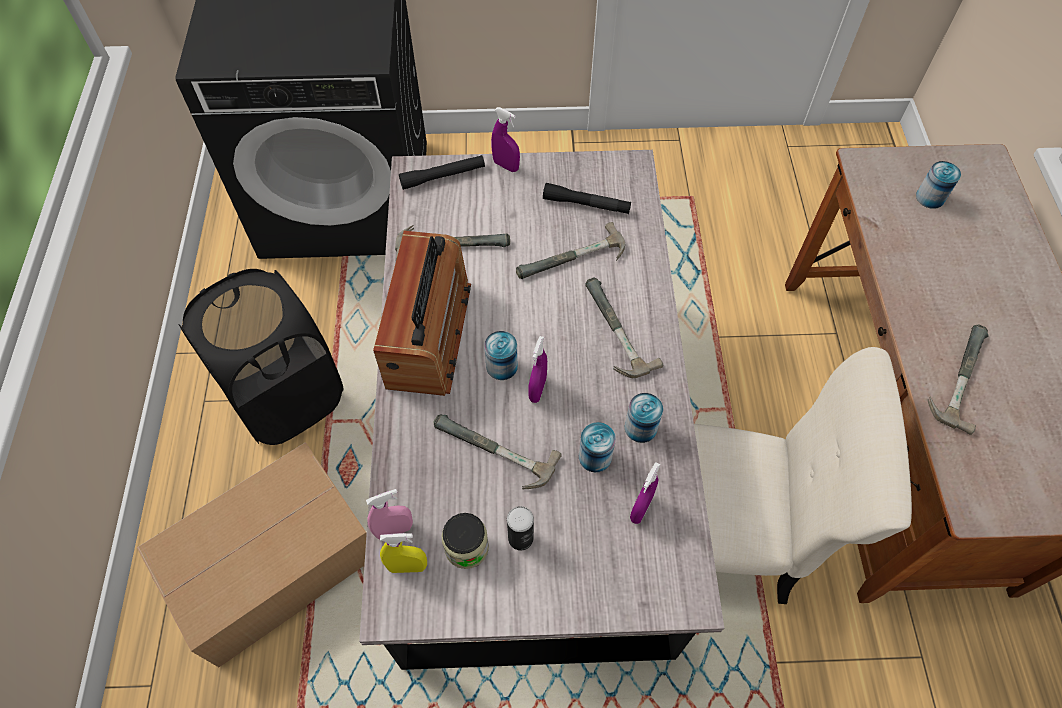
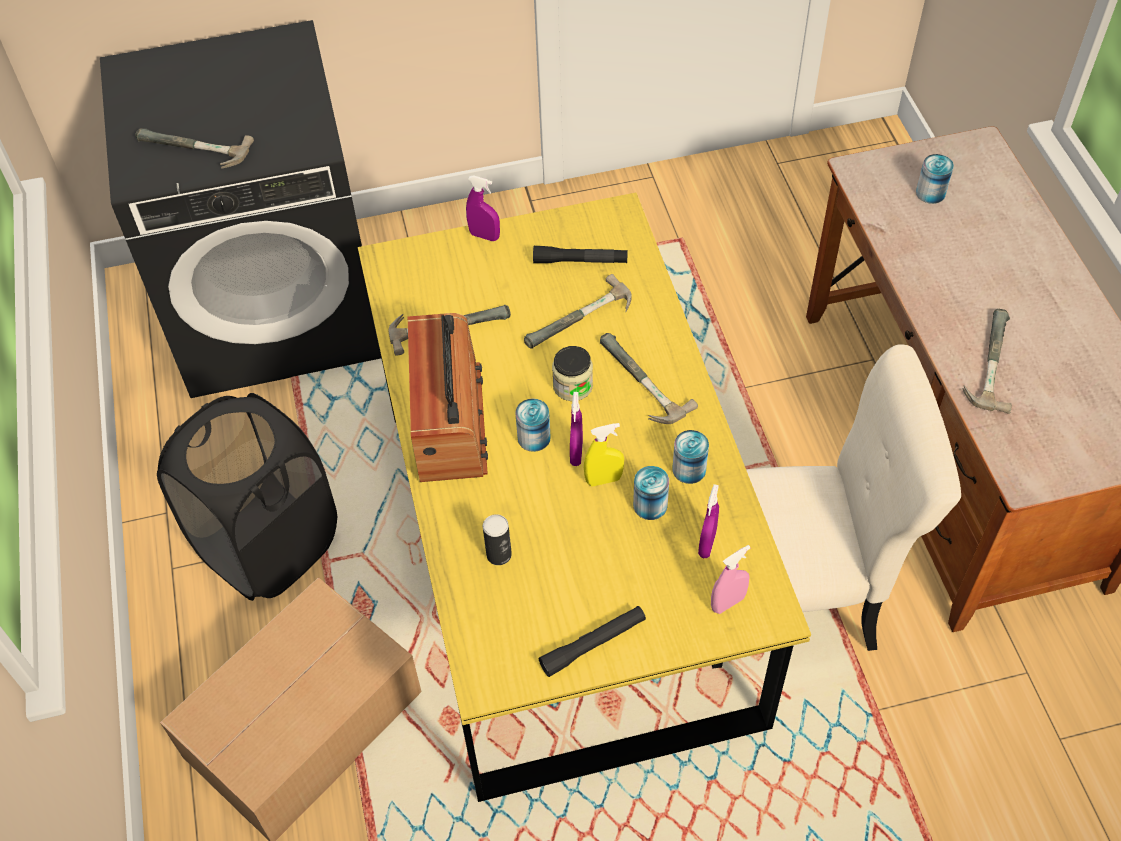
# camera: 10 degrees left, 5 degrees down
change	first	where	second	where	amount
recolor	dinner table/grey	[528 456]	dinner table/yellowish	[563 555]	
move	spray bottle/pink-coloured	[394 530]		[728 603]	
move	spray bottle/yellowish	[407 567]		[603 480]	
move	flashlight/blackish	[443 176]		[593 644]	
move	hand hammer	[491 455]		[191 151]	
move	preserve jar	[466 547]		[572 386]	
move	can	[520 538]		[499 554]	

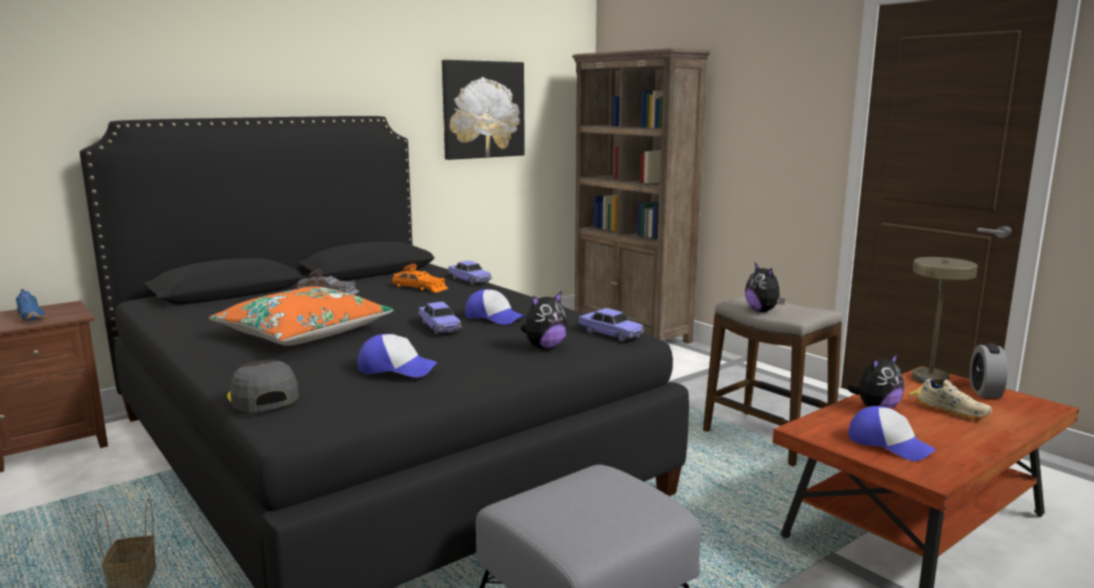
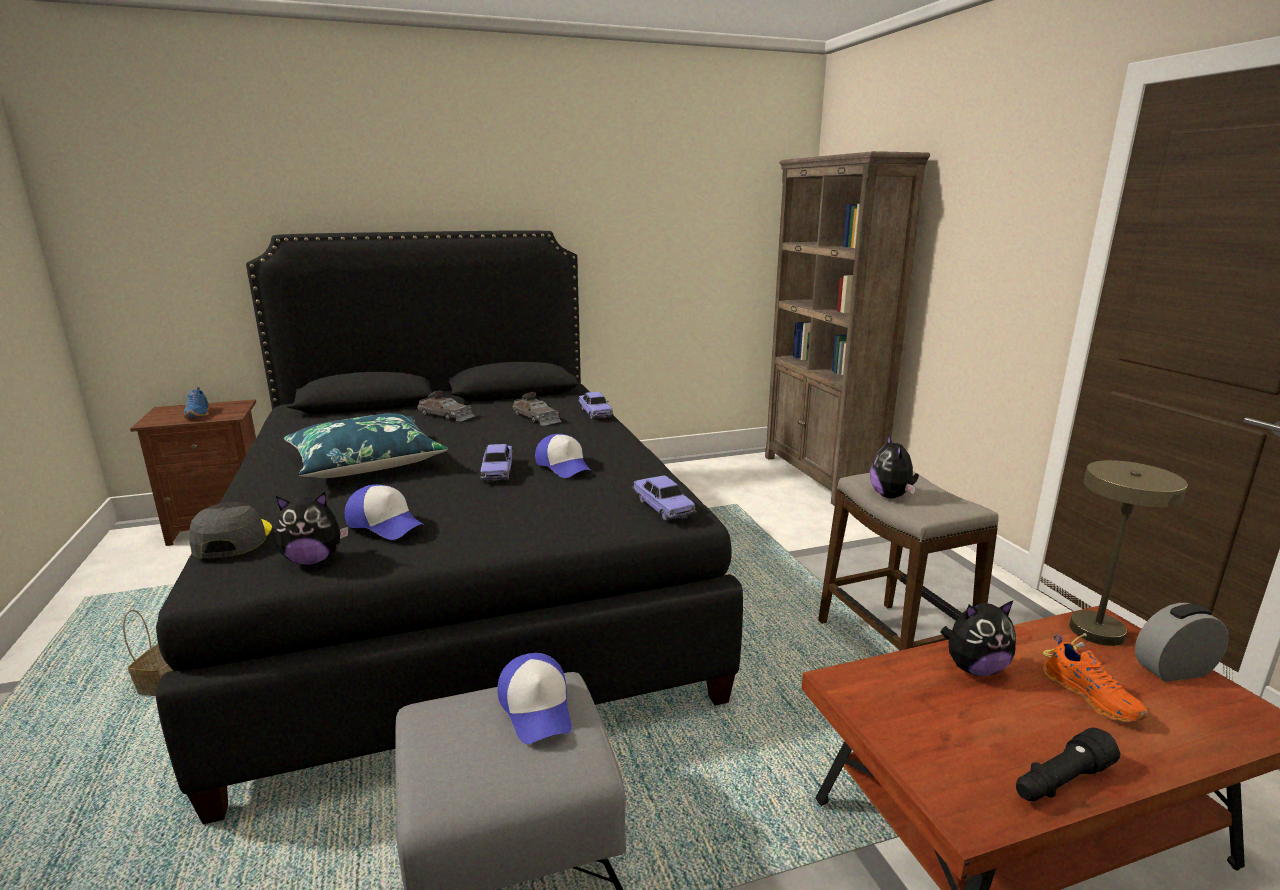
# camera: 20 degrees right, 5 degrees up
change	first	where	second	where	amount
recolor	pillow/orangey	[303 333]	pillow/blue-coloured	[366 462]	
recolor	miniature car/orangey	[419 288]	miniature car/grey	[536 418]	
delete	picture	[483 109]			
move	soft toy	[545 347]		[314 560]	
move	peaked cap	[889 444]		[537 708]	
recolor	item of footwear/beige-coloured	[952 411]	item of footwear/orangey	[1092 697]	
rotate	table clock	[985 391]		[1173 670]	45 degrees clockwise
insert			flashlight/blackish	[1060 782]	

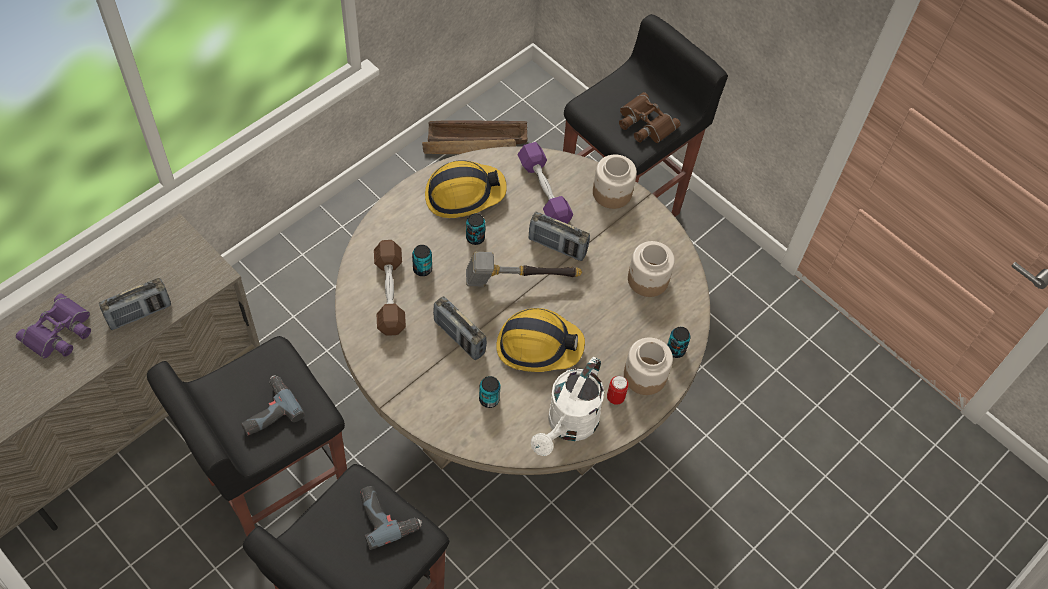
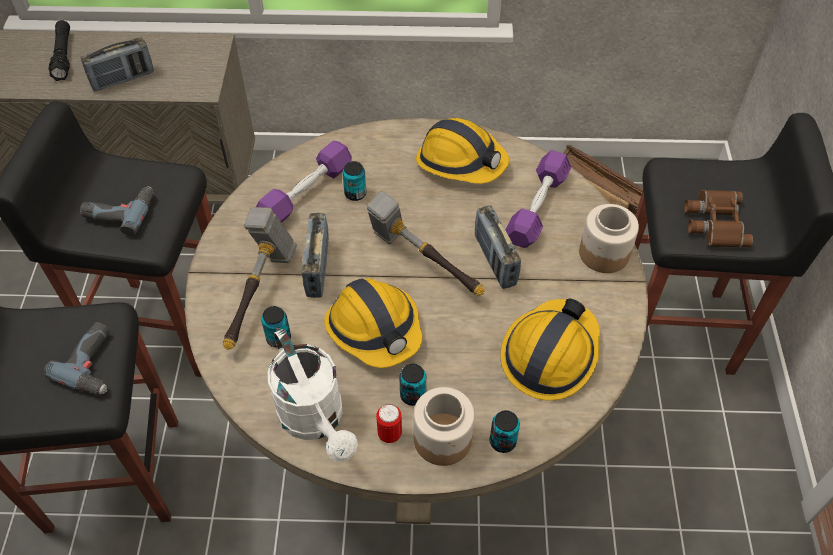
# camera: 50 degrees right, 5 degrees down
change	first	where	second	where	amount
replace	pair of binoculars/purplish	[60 332]	flashlight/blackish	[63 56]	
rotate	radio set	[139 314]		[123 79]	45 degrees counterclockwise
recolor	hand weight/brownish	[390 294]	hand weight/purplish	[306 193]	
move	can	[475 238]		[413 395]	
rotate	watering pot/whitish	[568 426]		[316 420]	105 degrees counterclockwise
replace	preserve jar	[647 280]	work helmet	[550 354]	
insert			hand hammer	[259 295]	

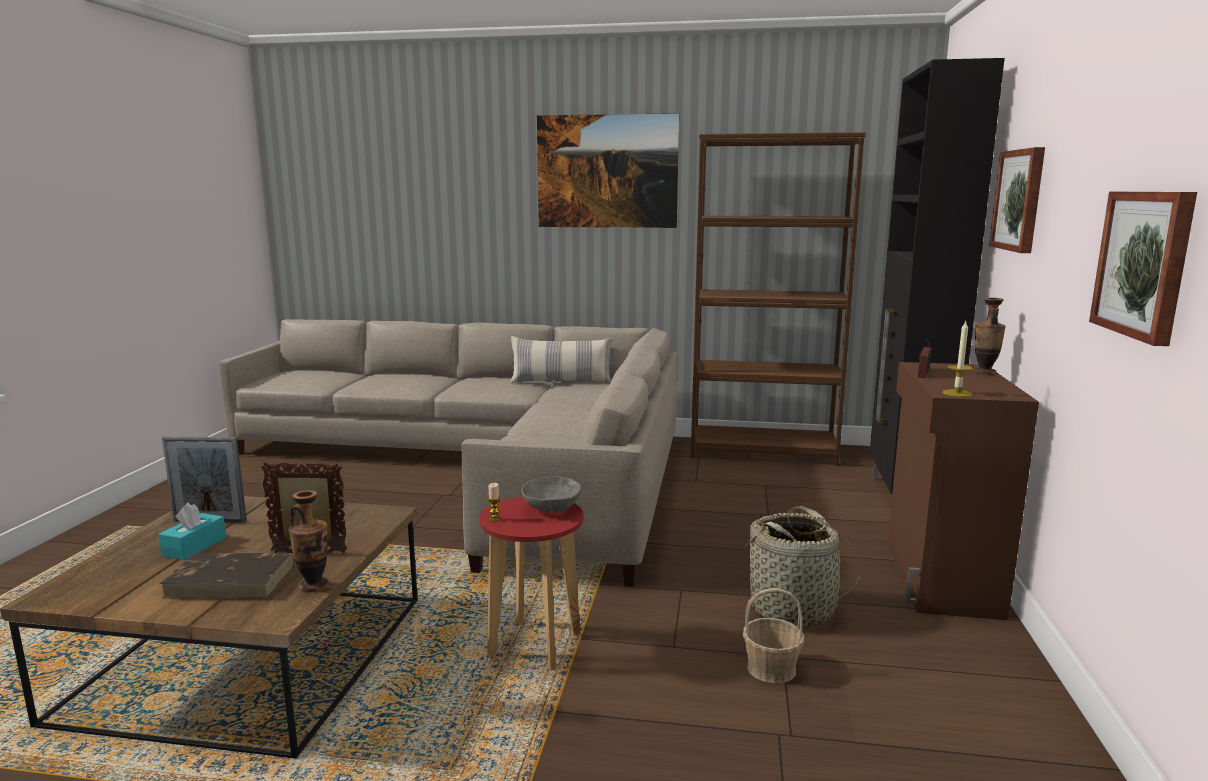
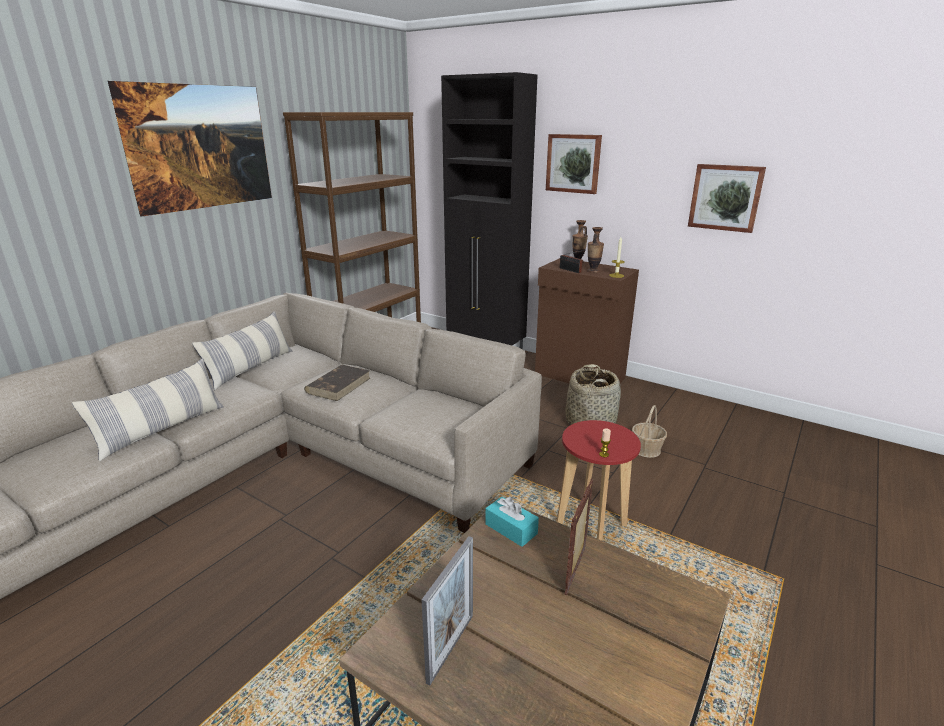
# camera: 65 degrees left, 10 degrees up
change	first	where	second	where	amount
move	tissue box/turquoise	[194 546]		[511 529]	
move	volume/brownish	[232 581]		[339 385]	
move	flower vase	[313 586]		[593 271]	
delete	bowl/grey	[551 508]			
insert			pillow	[162 430]	

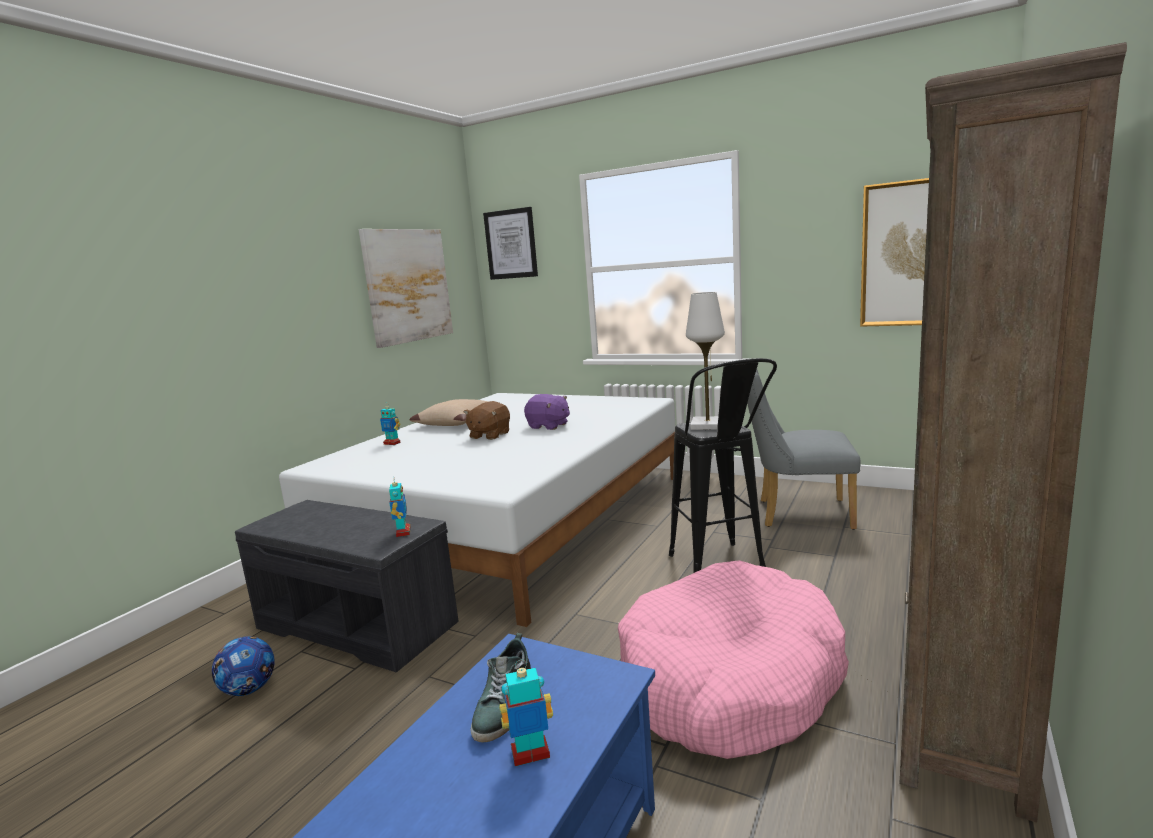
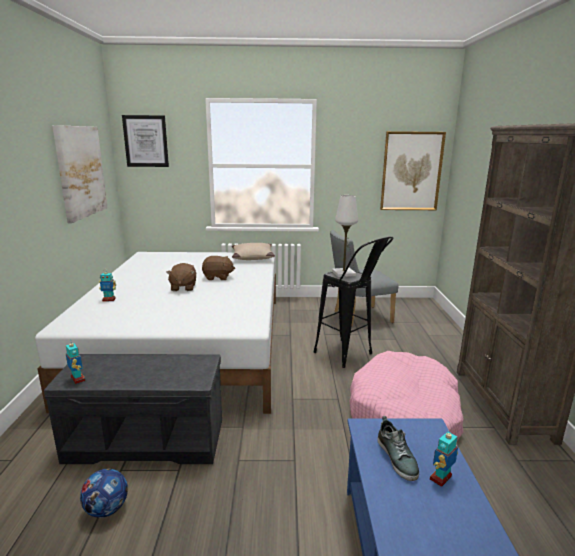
# camera: 30 degrees left, 5 degrees up
change	first	where	second	where	amount
move	model robot	[403 532]		[77 379]	
move	pillow/beige-coloured	[455 422]		[252 257]	
recolor	soft toy/purplish	[548 426]	soft toy/brownish	[218 277]	

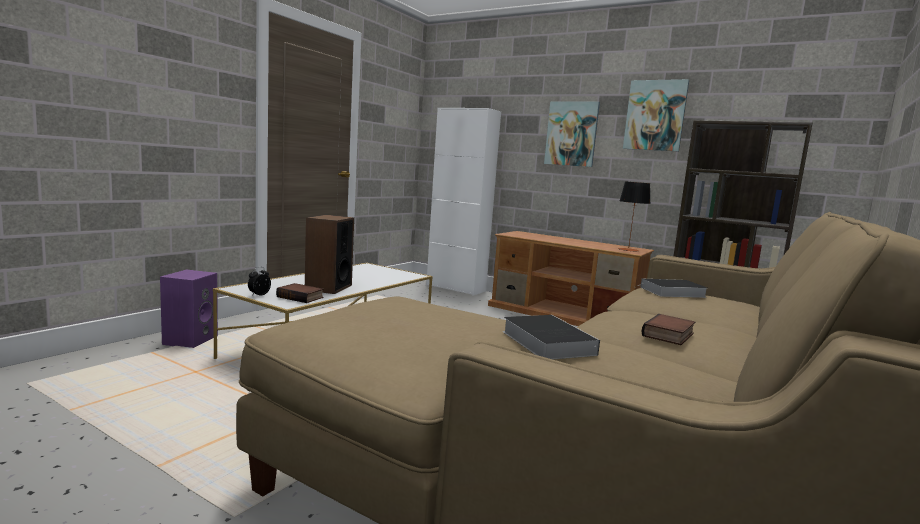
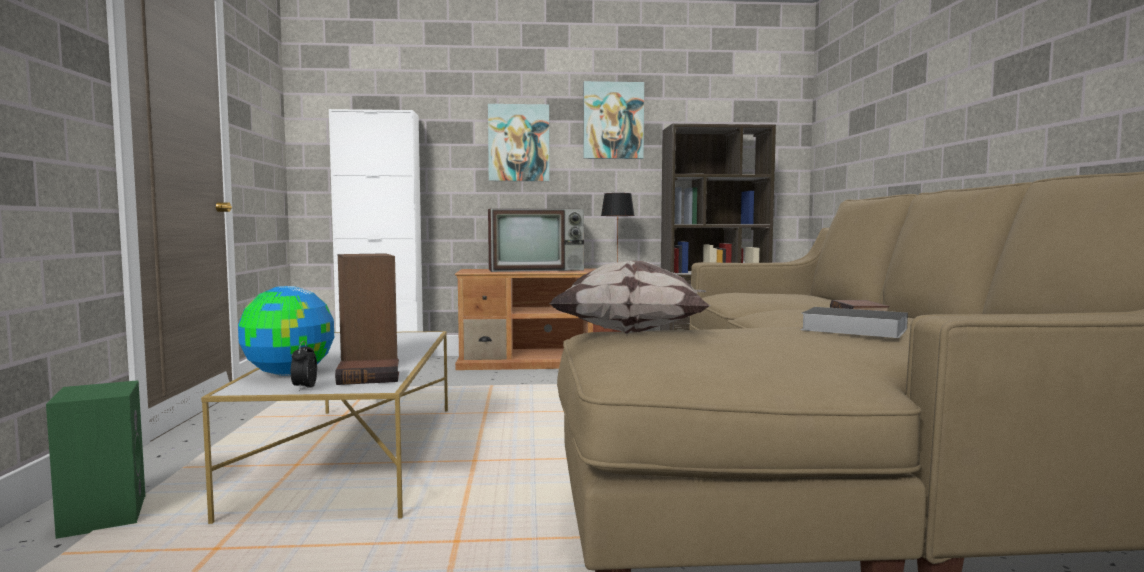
# camera: 35 degrees left, 5 degrees down
change	first	where	second	where	amount
recolor	audio speaker/purplish	[190 340]	audio speaker/greenish	[101 516]	
delete	volume	[671 292]			
insert			globe	[289 374]	
insert			TV set	[537 270]	
insert			pillow	[634 331]	

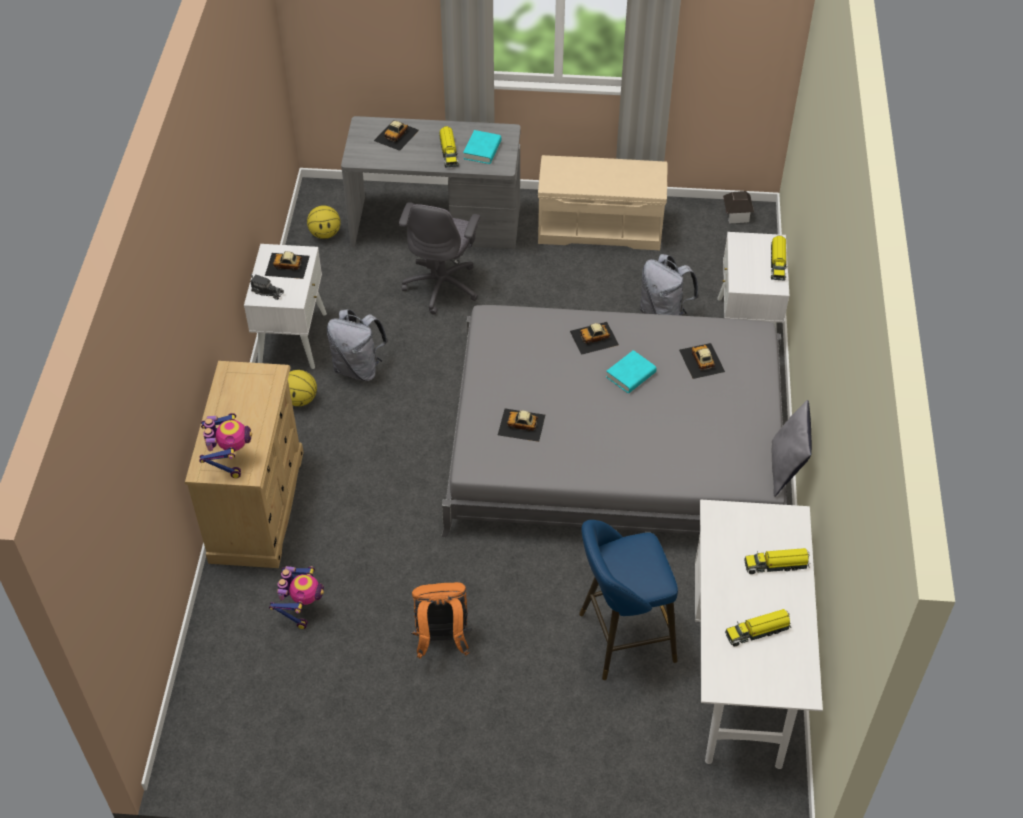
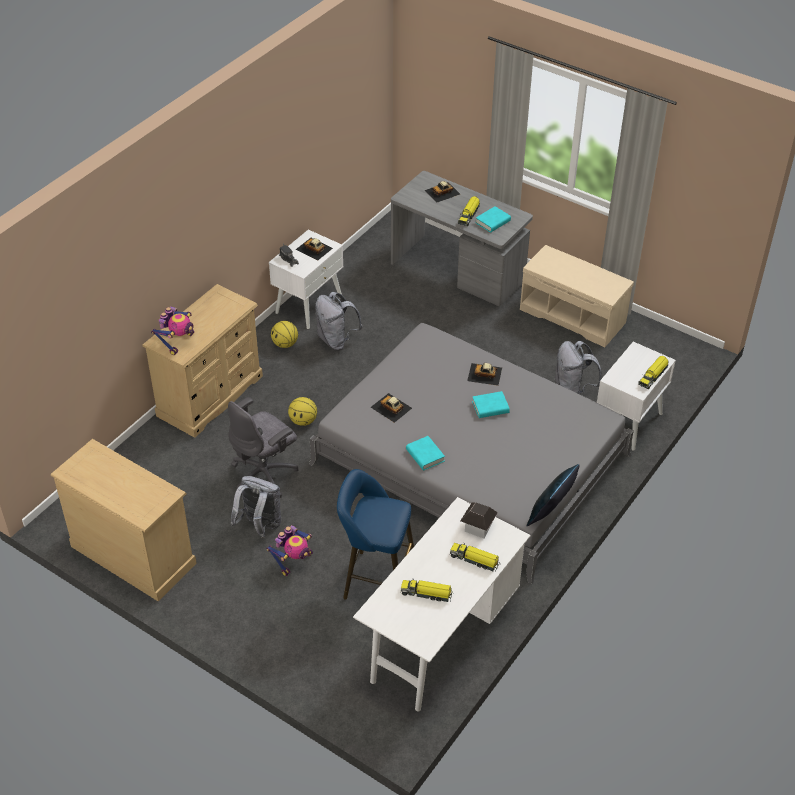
# camera: 30 degrees right, 5 degrees down
change	first	where	second	where	amount
move	model robot	[301 607]		[293 561]	
move	basketball ball	[325 234]		[303 421]	
move	computer chair/grey	[442 285]		[265 475]	
recolor	rucksack/orangey	[442 640]	rucksack/grey	[260 526]	
delete	miniature car	[701 361]			
move	model house	[736 215]		[478 527]	
recolor	pillow/grey	[786 469]	pillow/blue-coloured	[550 513]	
insert			drawer chest/beige-coloured	[133 554]	
insert			volume/turquoise	[425 455]	

